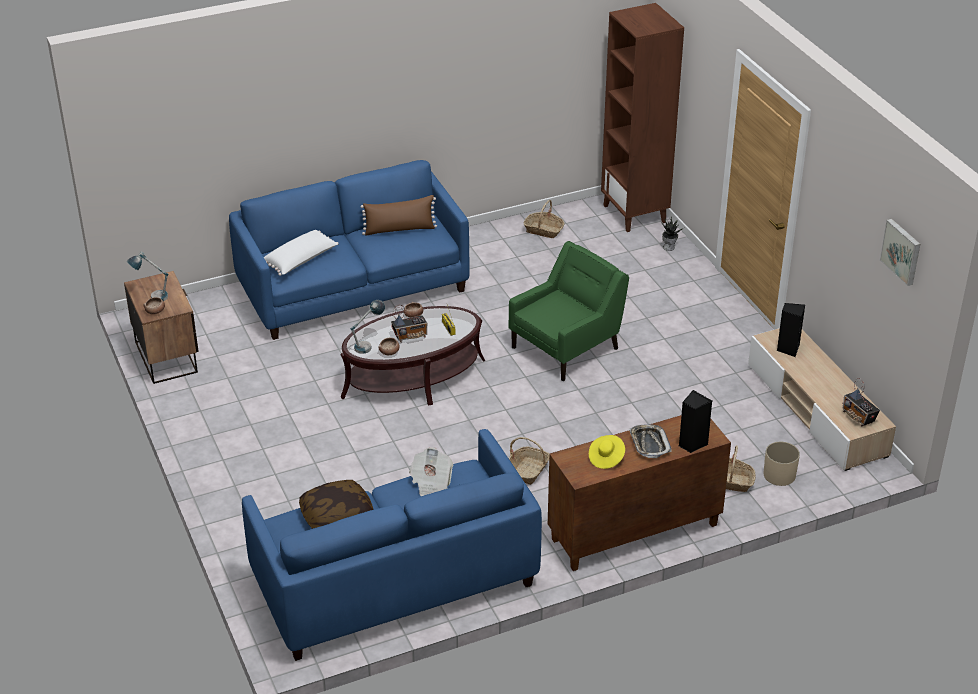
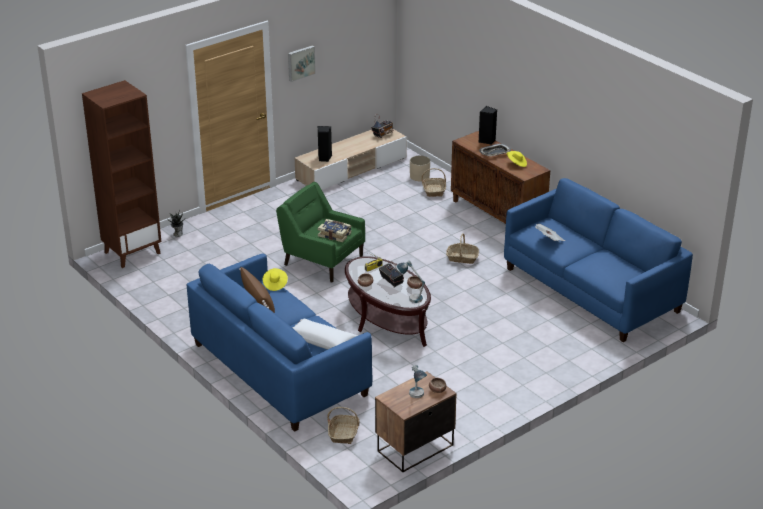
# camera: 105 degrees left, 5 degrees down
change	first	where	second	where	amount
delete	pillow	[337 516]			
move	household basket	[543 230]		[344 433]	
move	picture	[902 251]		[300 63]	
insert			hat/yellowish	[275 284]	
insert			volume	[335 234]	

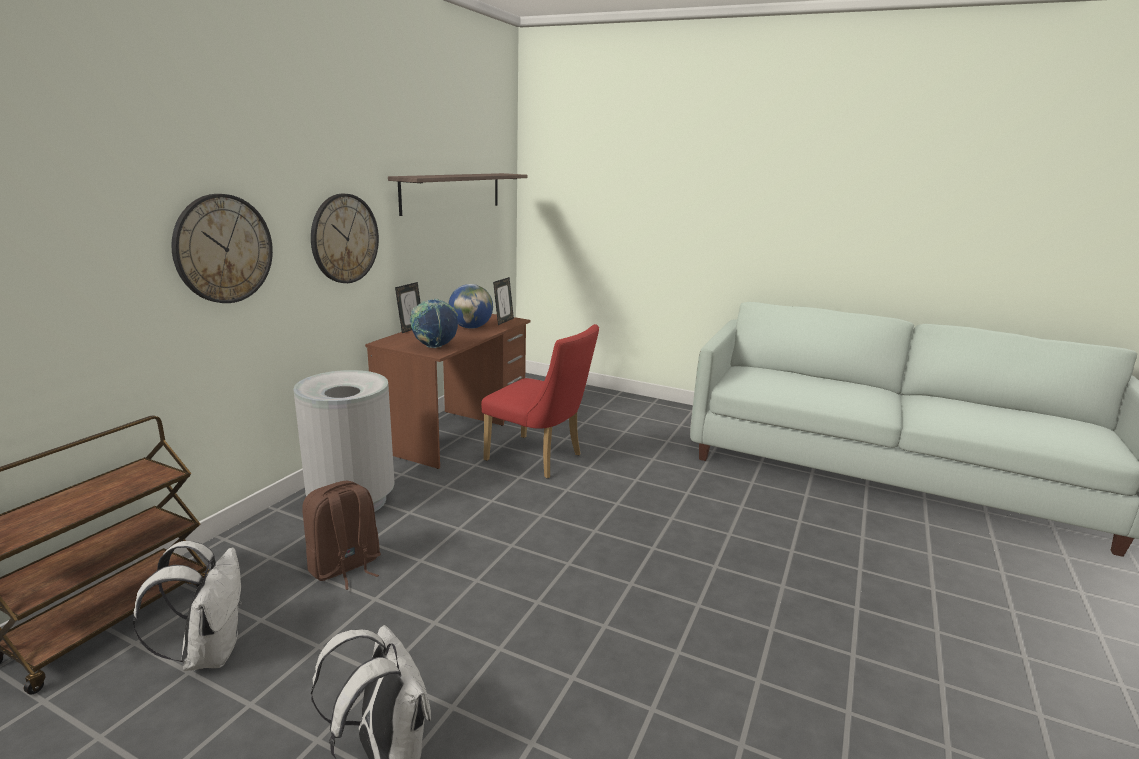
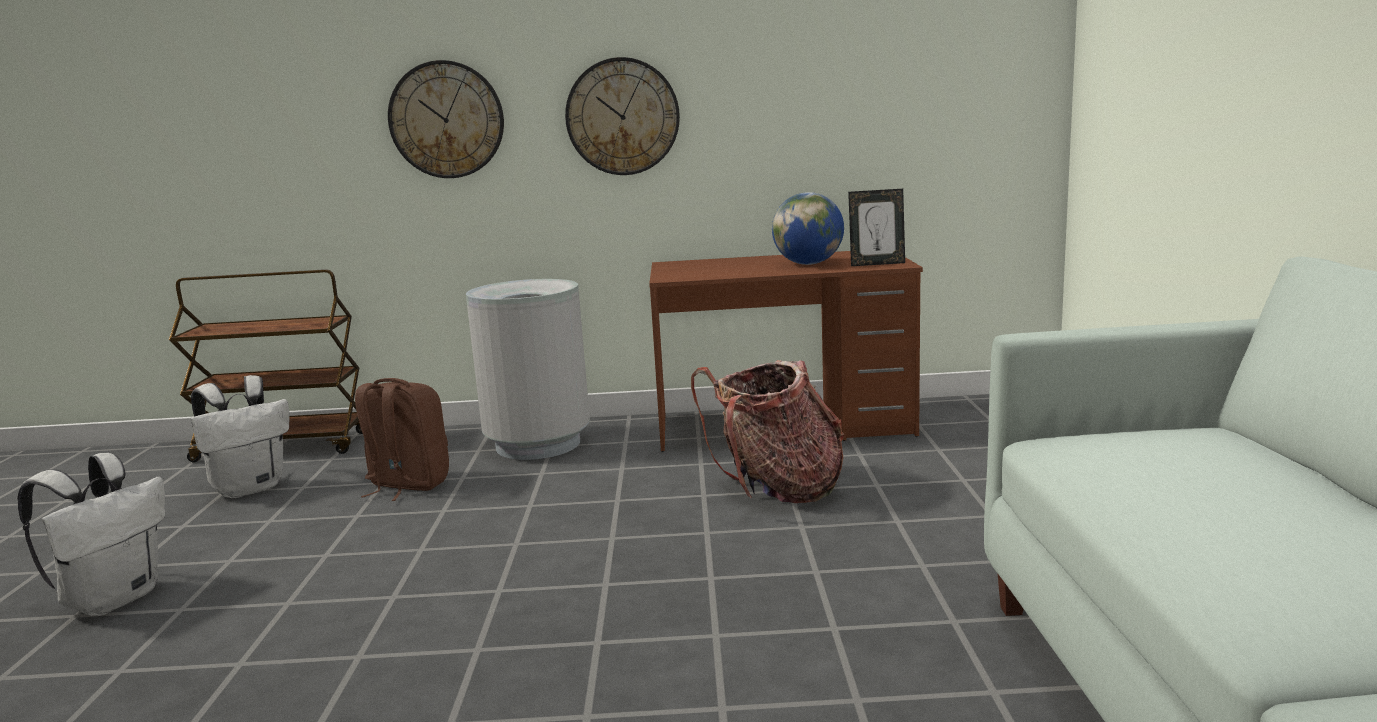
# camera: 65 degrees right, 5 degrees down
change	first	where	second	where	amount
delete	bracket shelf	[452 192]			
delete	standing frame	[410 329]			
delete	globe	[434 347]			
replace	chair/reddish	[540 459]	rucksack	[777 490]	

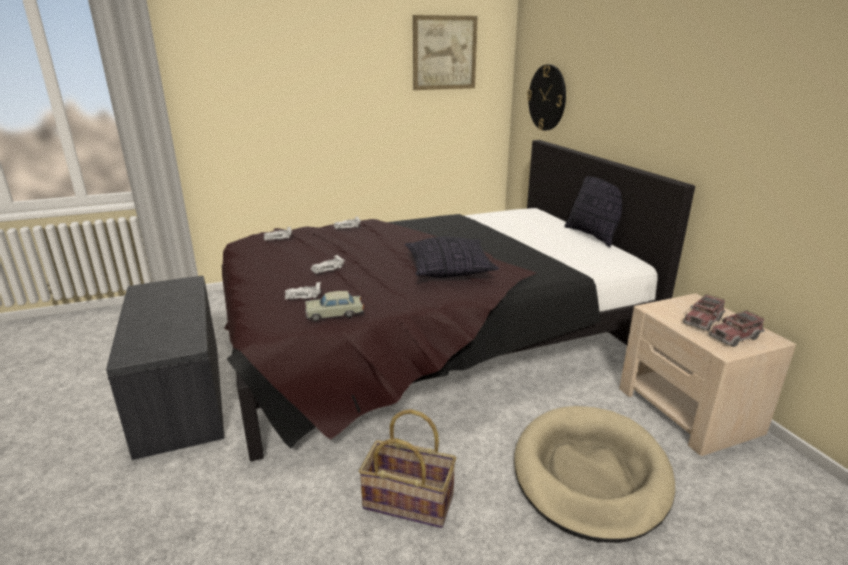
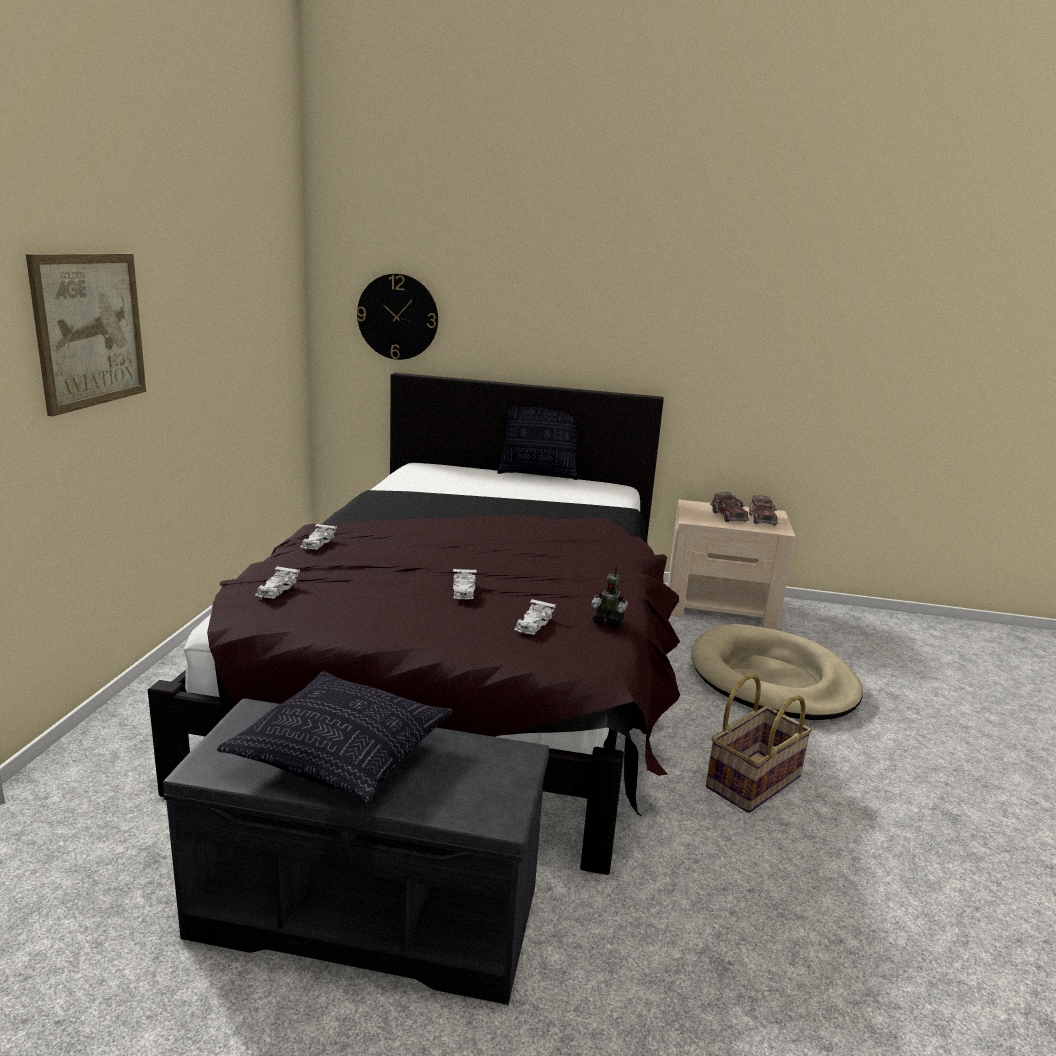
# camera: 60 degrees left, 5 degrees down
change	first	where	second	where	amount
replace	miniature car/beige-coloured	[334 314]	model robot	[608 621]	
move	pillow	[449 270]		[343 756]	
move	picture	[444 53]		[90 330]	

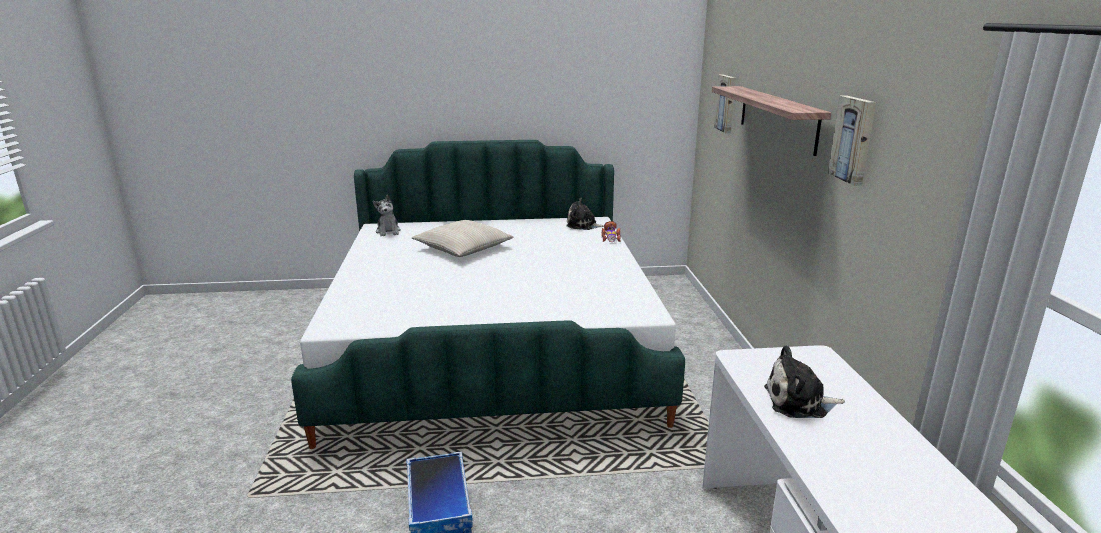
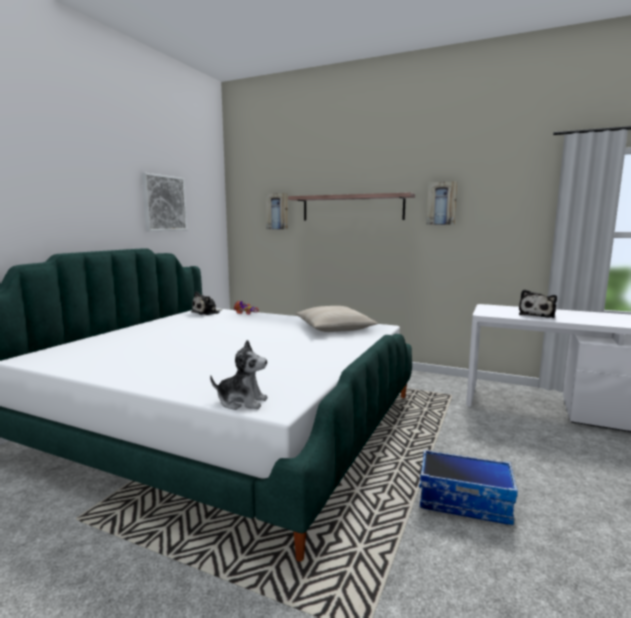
# camera: 60 degrees left, 10 degrees down
change	first	where	second	where	amount
move	soft toy	[388 231]		[242 402]	
move	pillow/beige-coloured	[463 248]		[334 328]	
insert			picture	[164 203]	

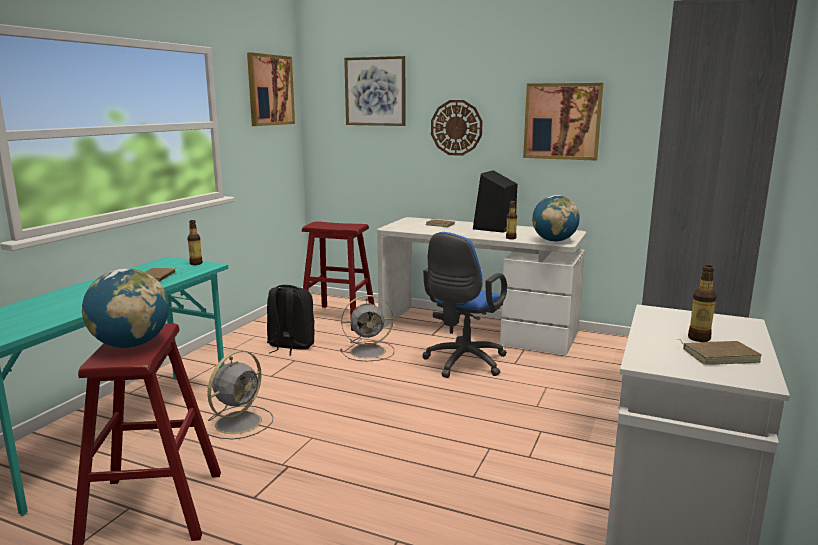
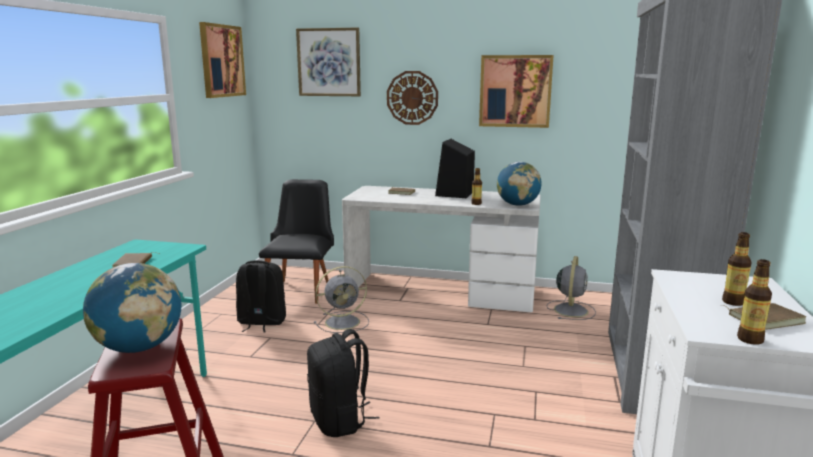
# camera: 10 degrees left, 0 degrees up
change	first	where	second	where	amount
move	bottle	[196 263]		[750 339]	
move	fan/grey	[240 422]		[571 310]	
replace	sitting stool/reddish	[338 318]	chair/blackish	[301 289]	
delete	computer chair/blue-coloured	[462 363]			
insert			rucksack/blackish	[340 421]	

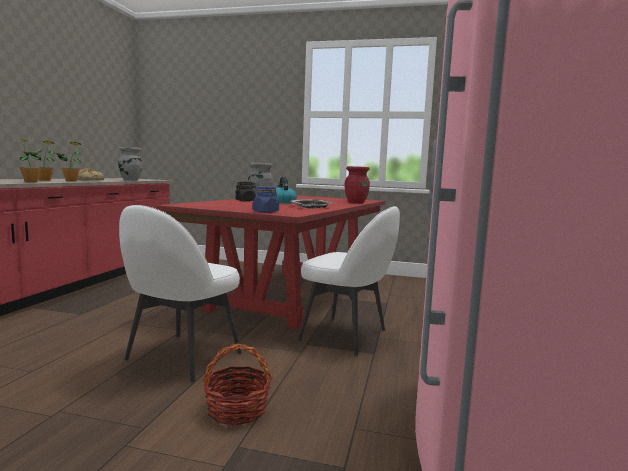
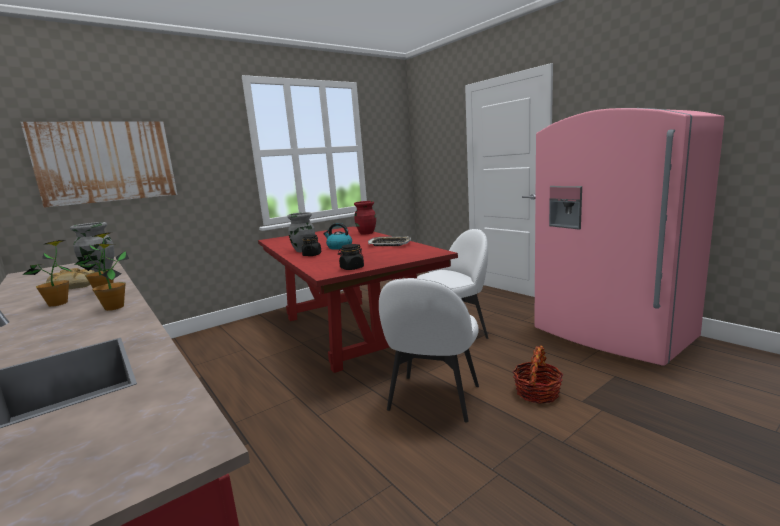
# camera: 50 degrees left, 5 degrees up
change	first	where	second	where	amount
rotate	chair/whitish	[181 357]		[433 399]	45 degrees clockwise
delete	preserve jar/blue-coloured	[265 212]			
insert			picture	[106 162]	
insert			preserve jar/blackish	[352 268]	

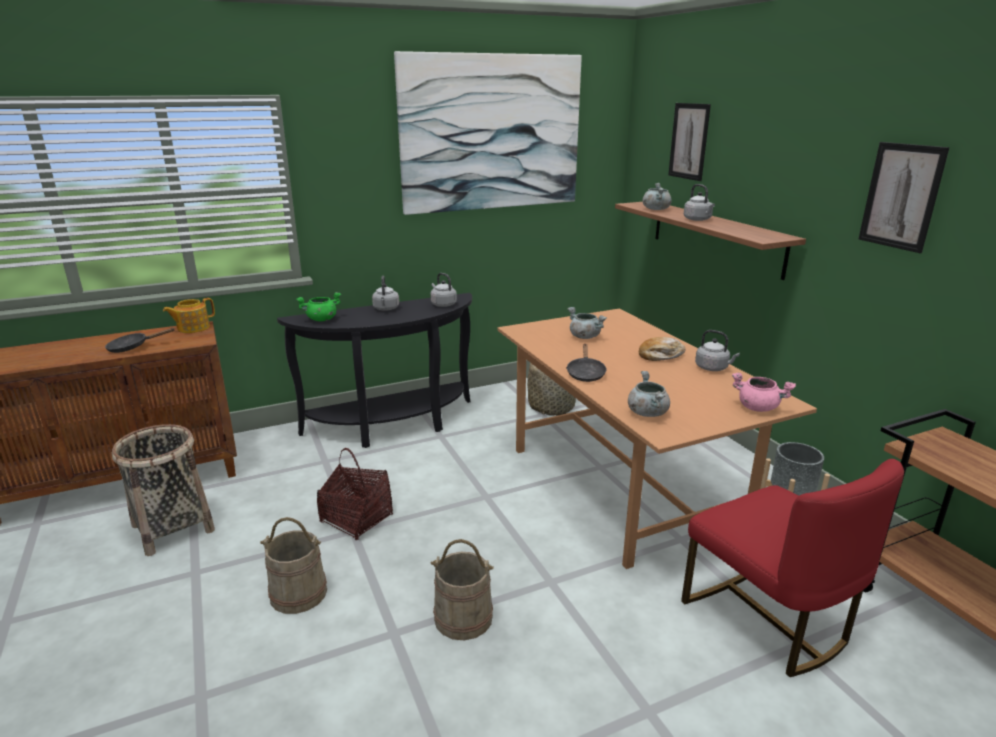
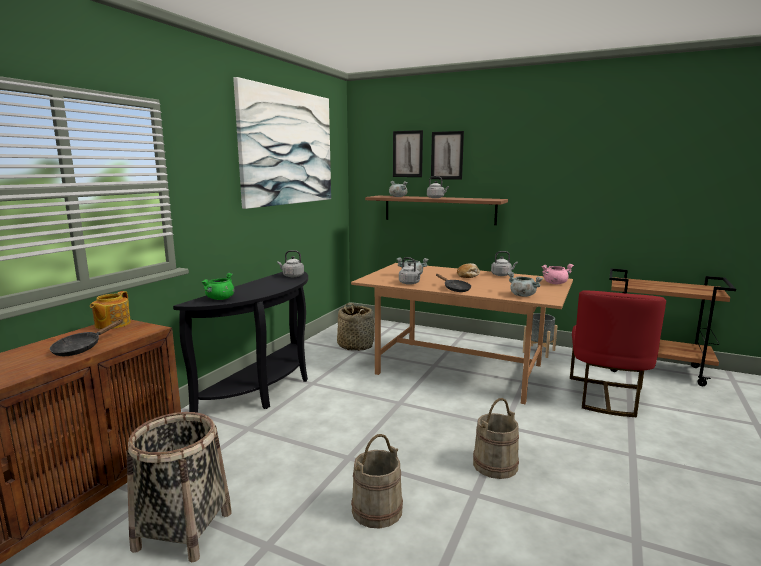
# camera: 40 degrees left, 10 degrees down
change	first	where	second	where	amount
delete	household basket	[356 519]			
move	kettle/grey	[386 309]		[410 283]	
rotate	chair/reddish	[768 619]		[606 397]	90 degrees clockwise
move	picture	[901 196]		[447 155]	

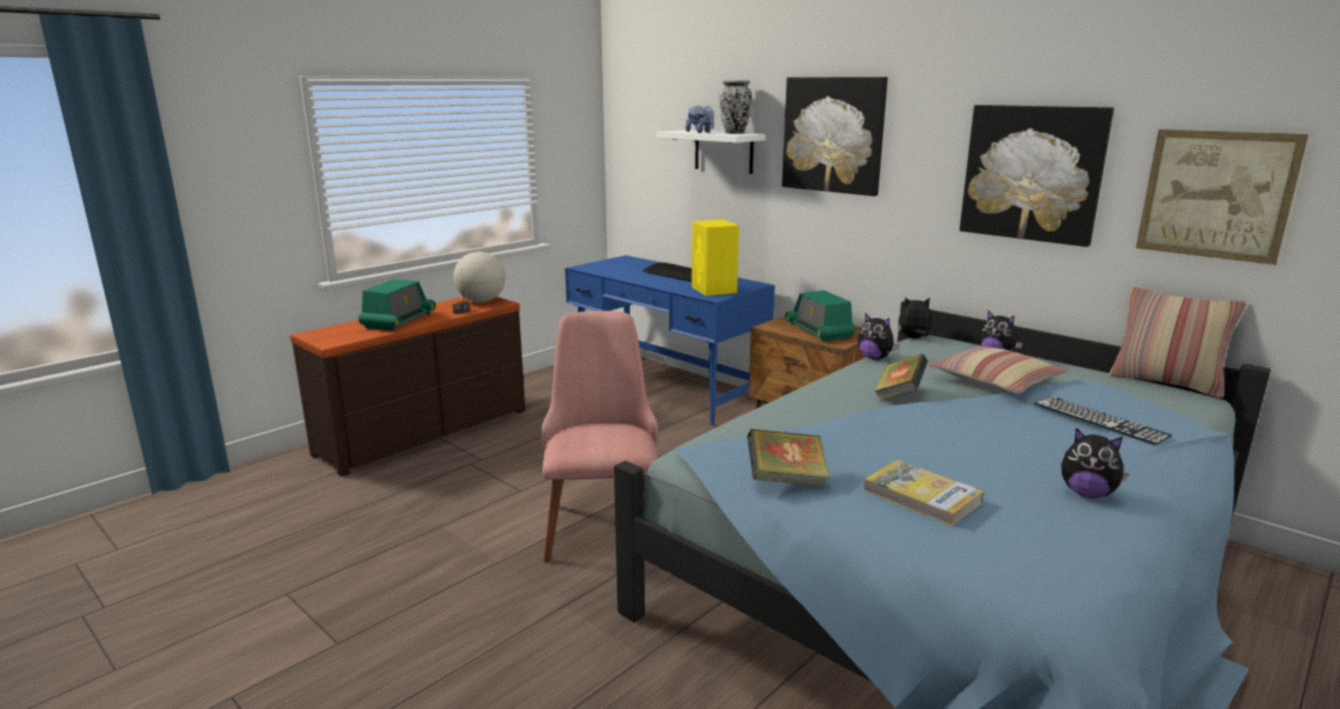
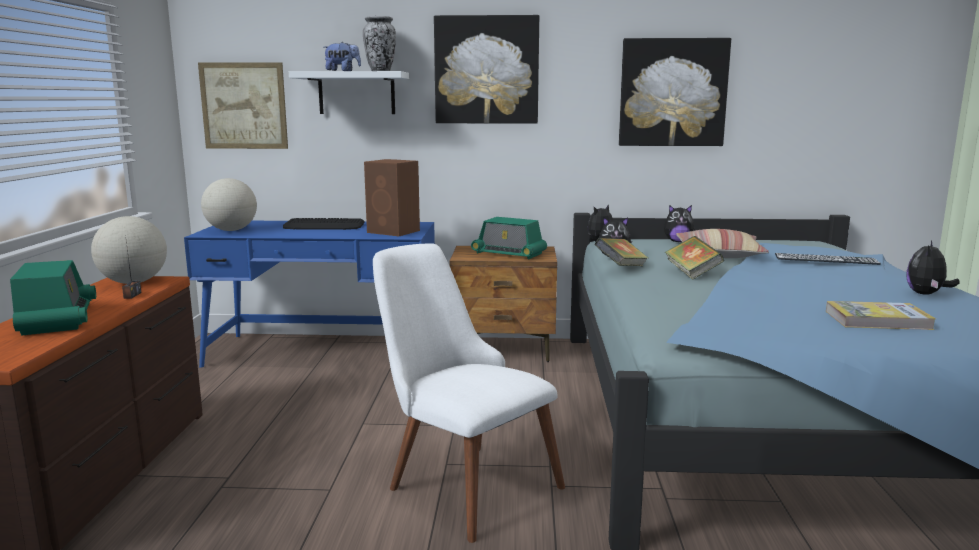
# camera: 40 degrees left, 5 degrees down
change	first	where	second	where	amount
recolor	chair/pink-coloured	[603 519]	chair/whitish	[460 480]	
recolor	audio speaker/yellowish	[714 290]	audio speaker/brownish	[394 231]	
move	volume	[786 479]		[621 268]	
rotate	soft toy	[1087 493]		[926 294]	135 degrees clockwise
delete	pillow	[1165 383]			
move	picture	[1216 195]		[244 106]	
insert			globe	[231 230]	

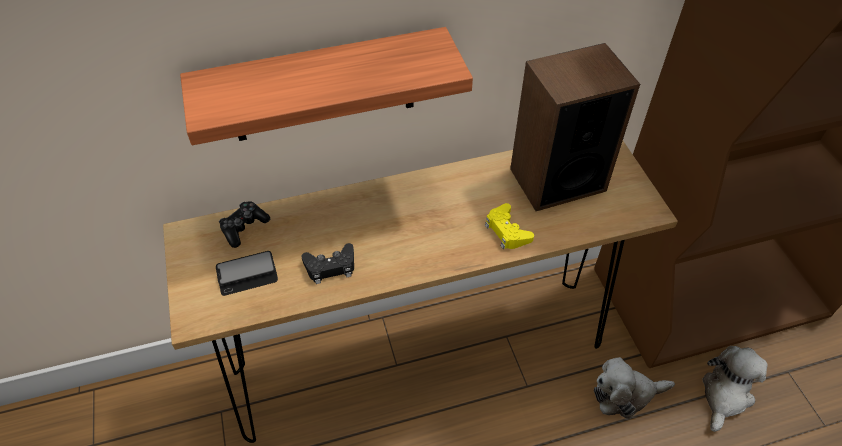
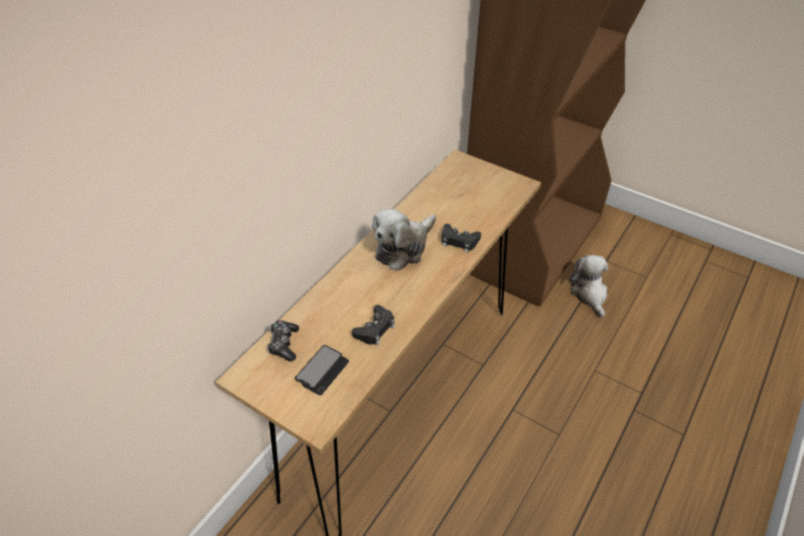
# camera: 40 degrees left, 5 degrees down
change	first	where	second	where	amount
delete	bracket shelf	[322 87]			
recolor	joypad/yellowish	[507 231]	joypad/blackish	[459 241]	
delete	audio speaker	[557 179]			
move	soft toy	[625 394]		[403 248]	

